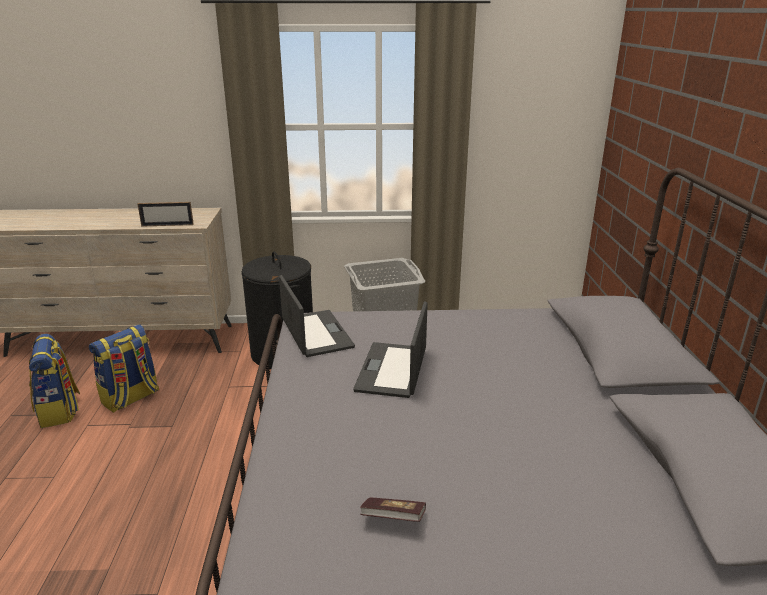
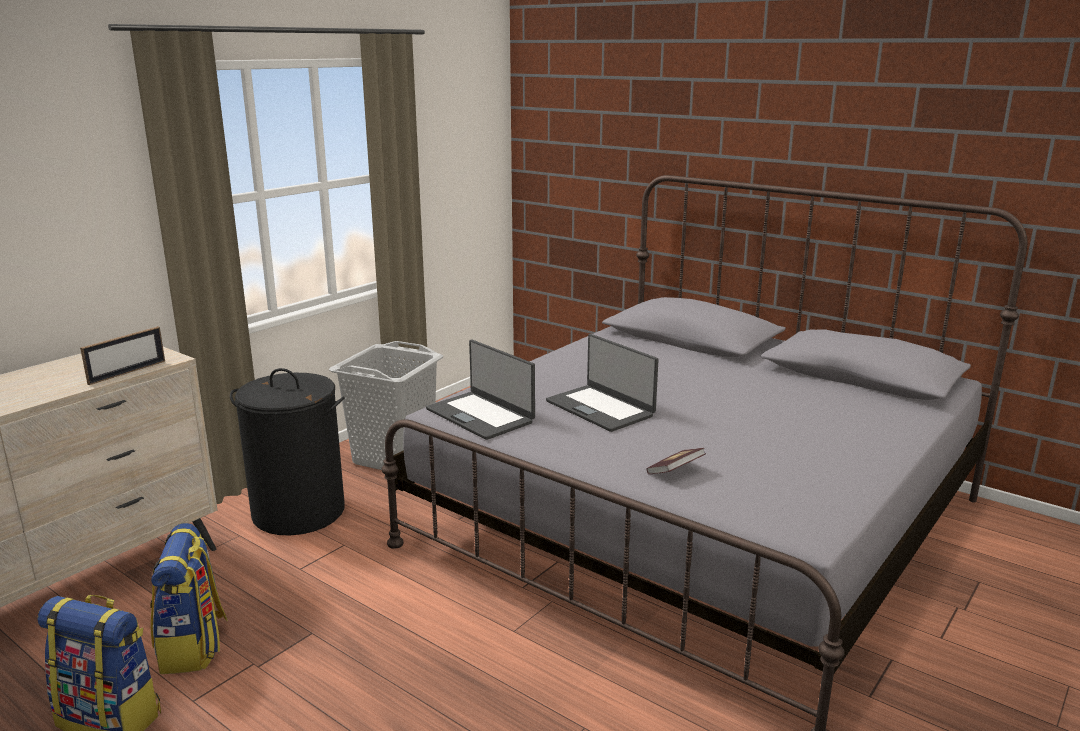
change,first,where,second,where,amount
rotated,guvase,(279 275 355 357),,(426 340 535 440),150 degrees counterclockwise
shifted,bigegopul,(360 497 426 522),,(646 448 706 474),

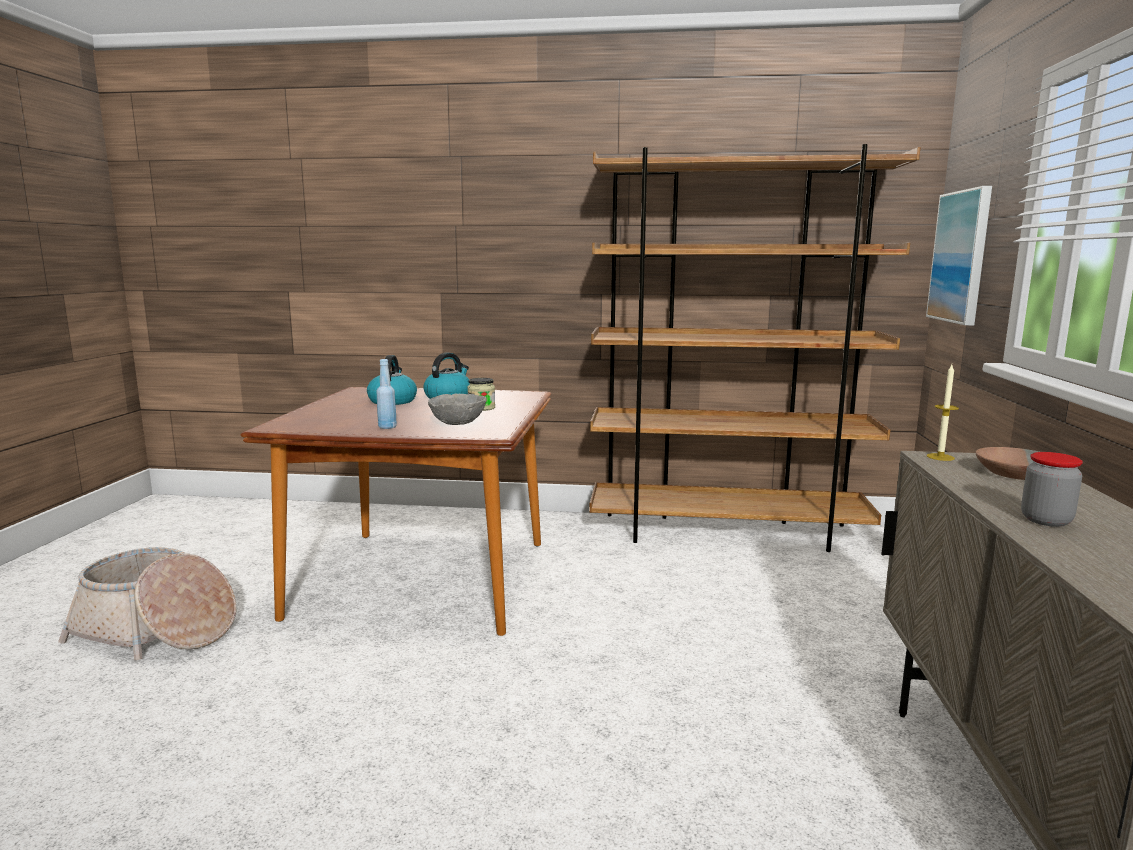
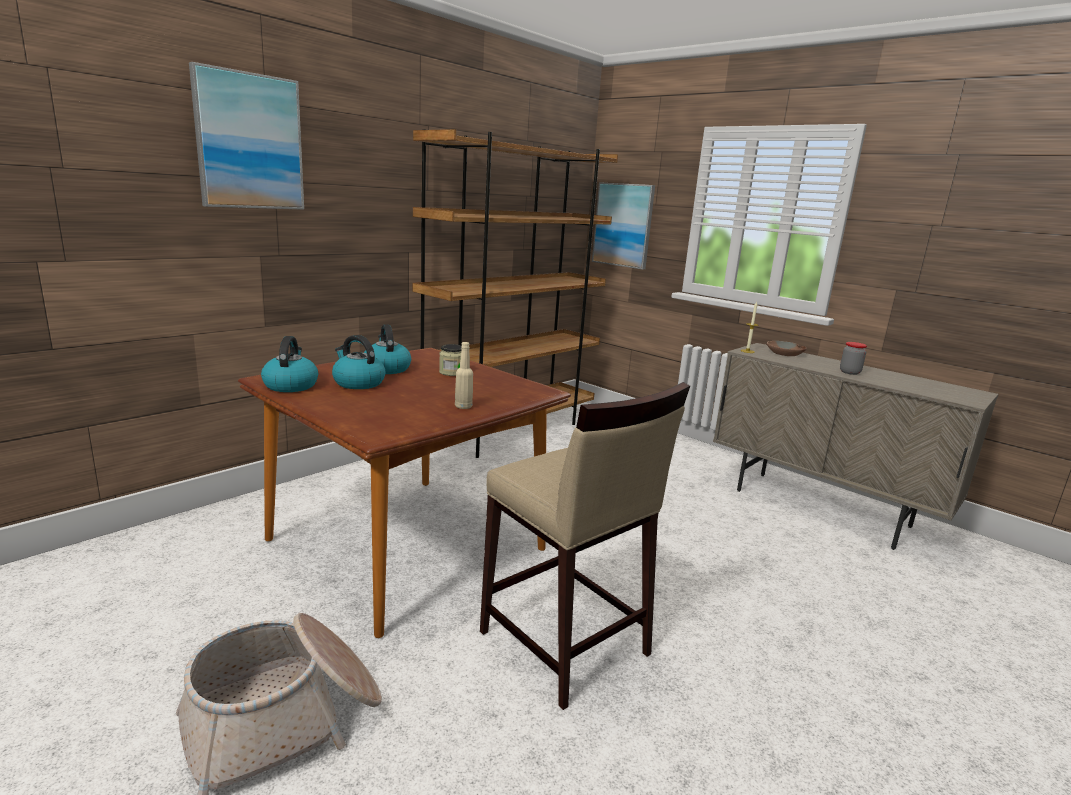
change,first,where,second,where,amount
repainted,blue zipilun,(376 359 397 429),beige zipilun,(455 342 473 409),
gone,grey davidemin,(428 394 487 425),,,
new,,,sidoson,(189 62 304 210),
new,,,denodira,(261 336 318 392),
new,,,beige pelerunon,(480 382 690 710),

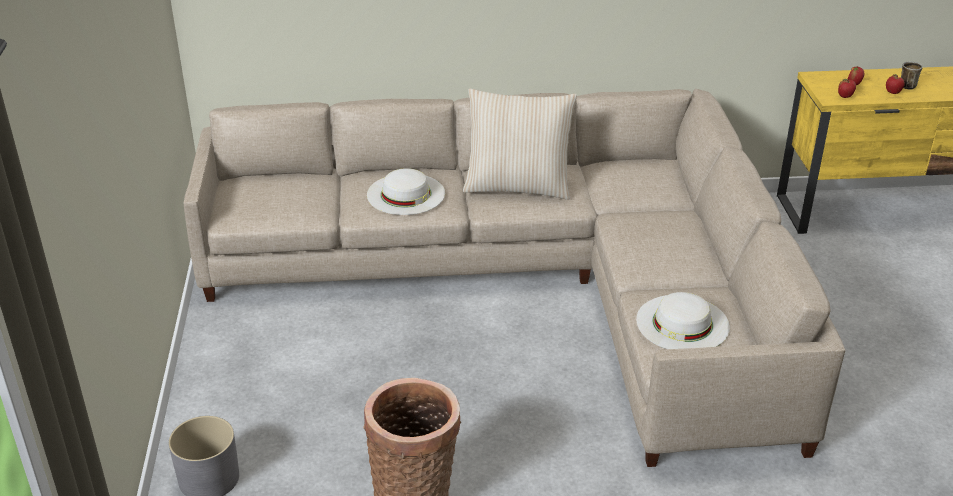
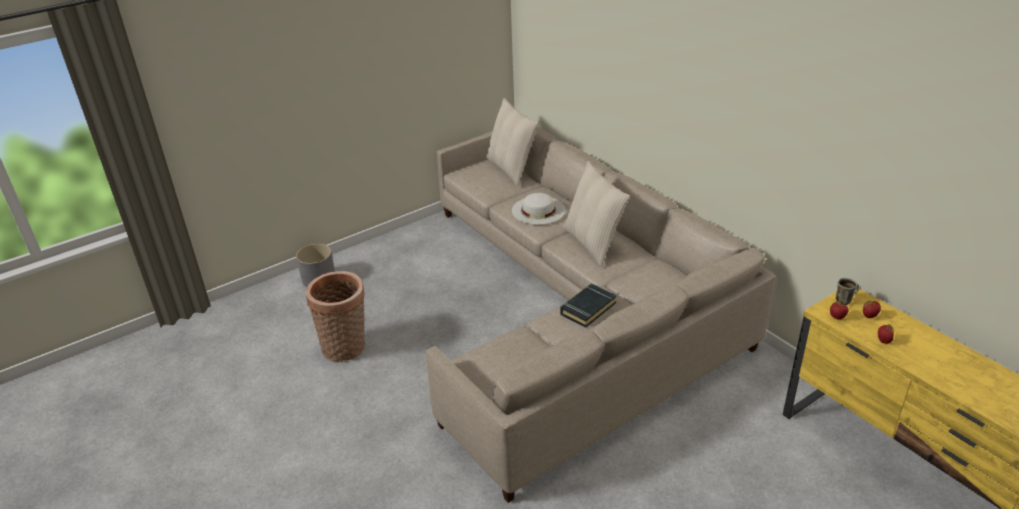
change,first,where,second,where,amount
gone,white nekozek,(636 292 730 349),,,
shifted,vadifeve,(901 62 923 90),,(836 278 859 305),
new,,,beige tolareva,(485 98 539 186),
new,,,black bigegopul,(560 283 617 328),

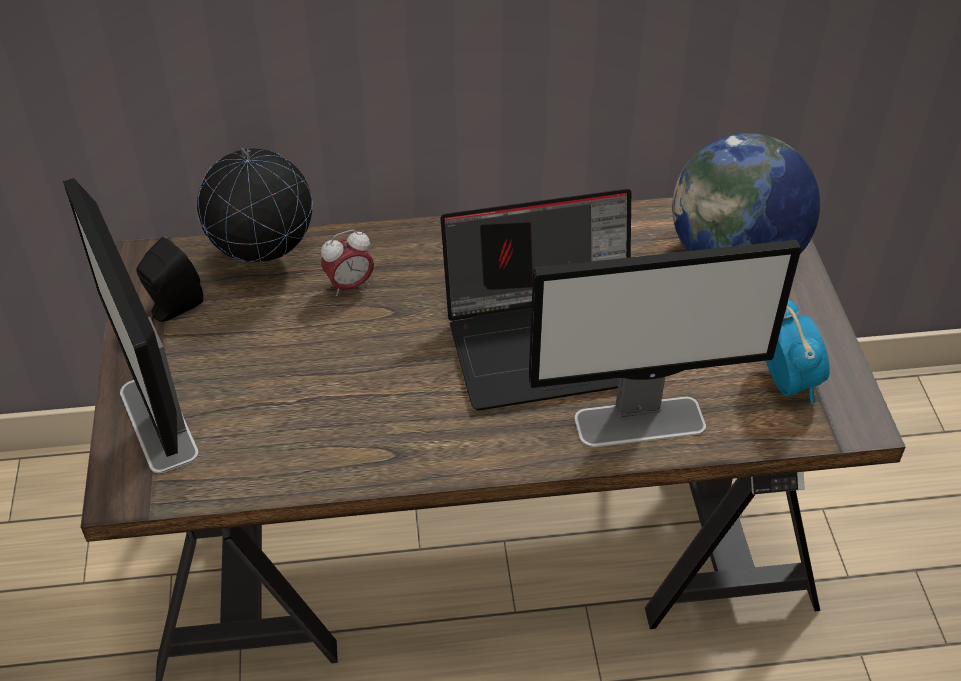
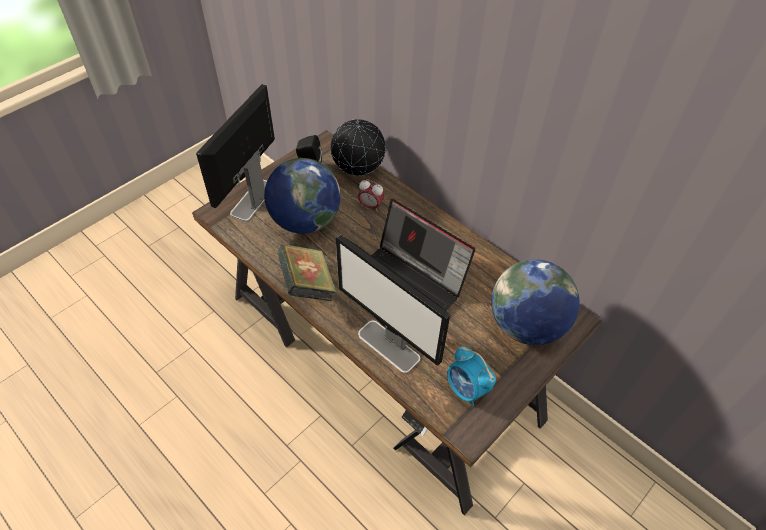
change,first,where,second,where,amount
rotated,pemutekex,(766 300 830 404),,(447 346 496 406),105 degrees clockwise
new,,,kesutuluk,(264 158 340 234),
new,,,bigegopul,(277 244 337 301),

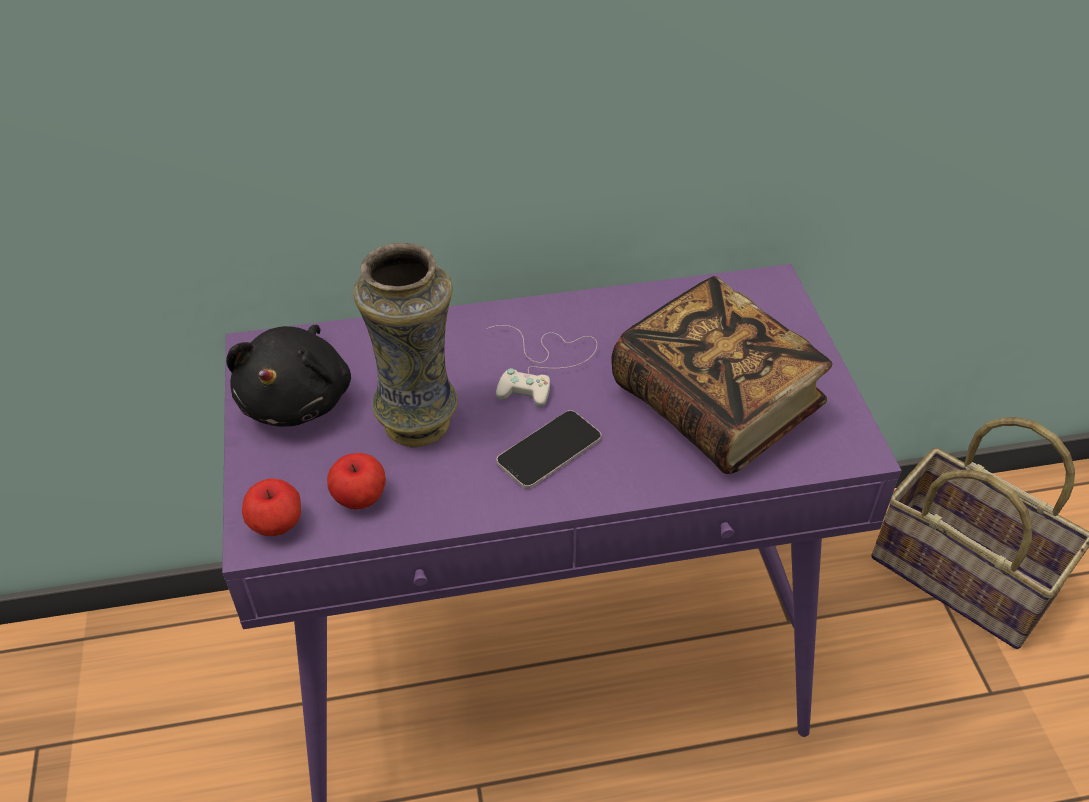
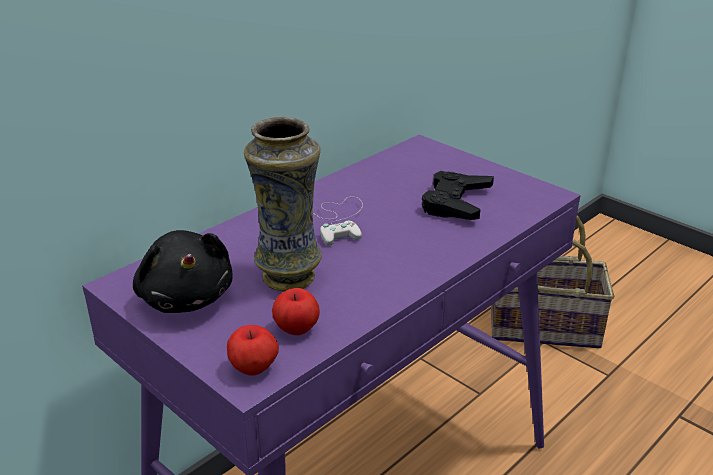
change,first,where,second,where,amount
gone,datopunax,(497 410 601 488),,,
swapped,bigegopul,(611 276 832 474),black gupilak,(422 171 494 220),

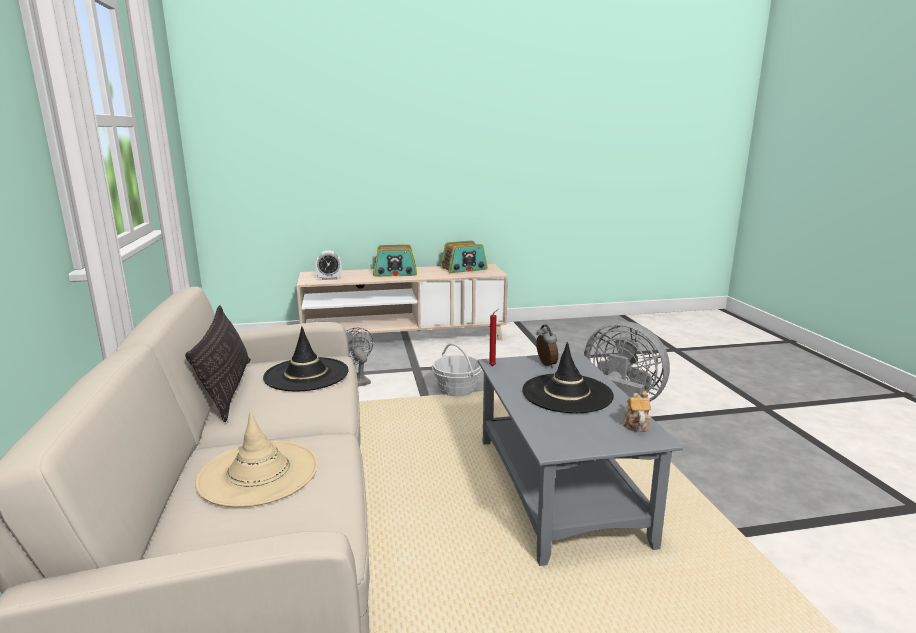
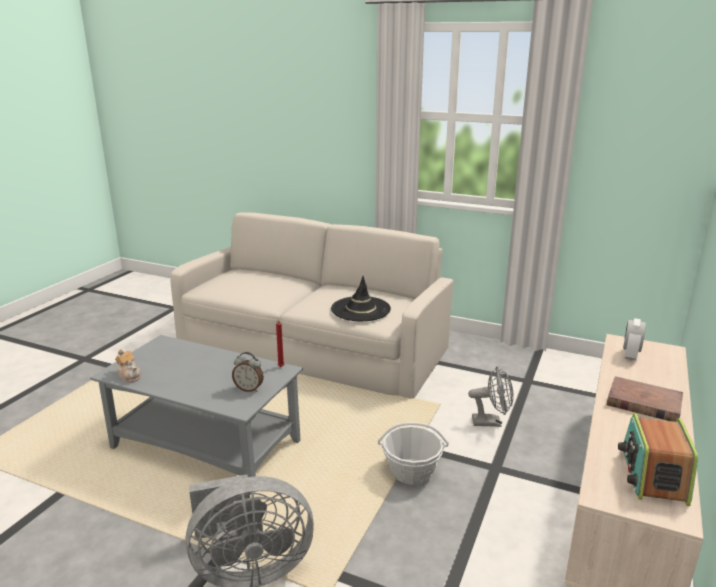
change,first,where,second,where,amount
gone,tolareva,(185 305 251 422),,,
gone,beige nekozek,(195 411 318 507),,,
swapped,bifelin,(373 244 417 277),brown bigegopul,(607 376 683 422),
gone,black nekozek,(522 342 614 413),,,

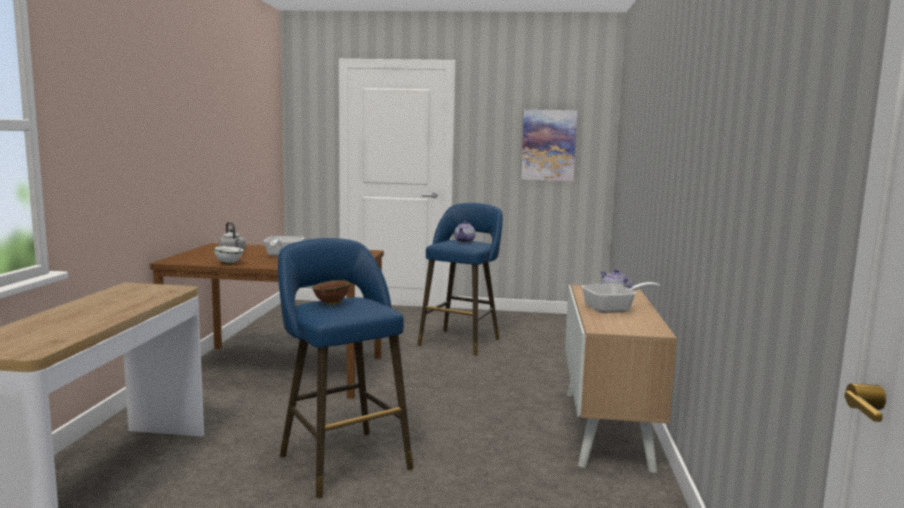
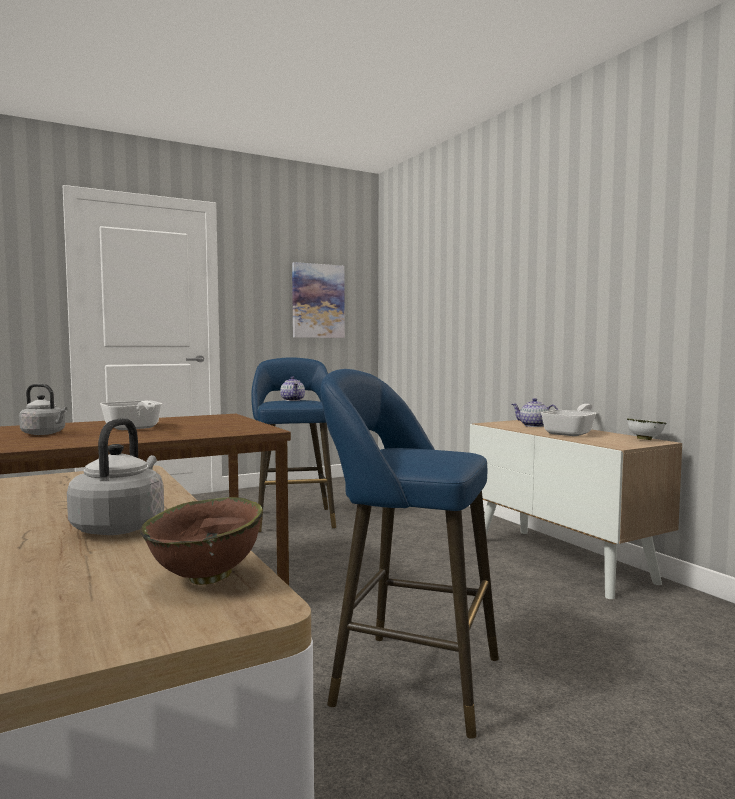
change,first,where,second,where,amount
shifted,white davidemin,(214 246 244 265),,(627 418 666 440),
shifted,brown davidemin,(312 280 350 305),,(140 497 263 585),
new,,,grey denodira,(67 418 164 535),

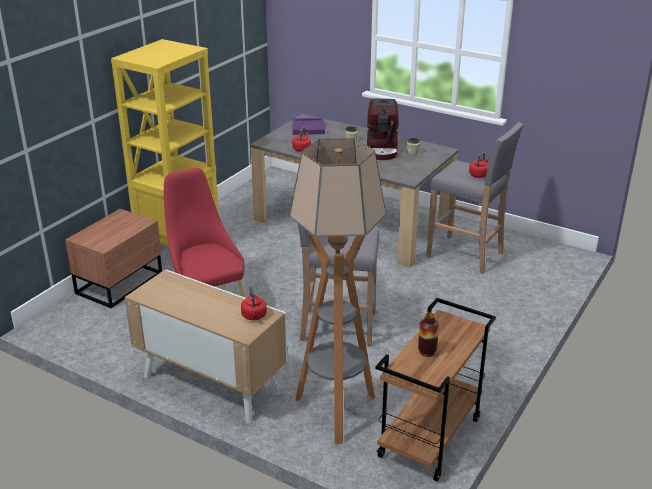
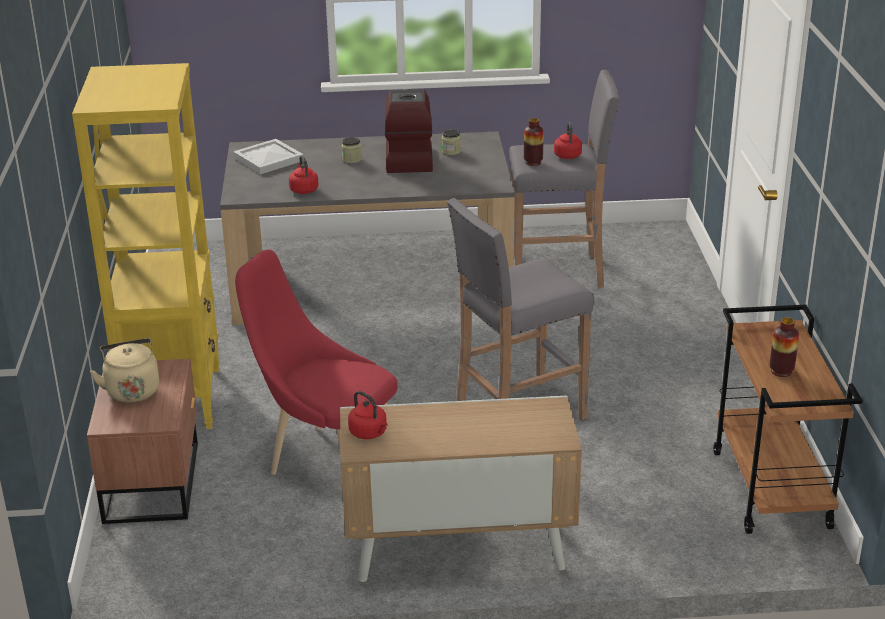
change,first,where,second,where,amount
shifted,red denodira,(241 287 267 320),,(348 391 388 439),
gone,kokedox,(289 138 386 444),,,
repainted,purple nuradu,(292 118 325 135),white nuradu,(233 139 303 174),
rotated,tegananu,(367 98 399 160),,(384 89 433 173),150 degrees counterclockwise
new,,,beige denodira,(90 338 159 403),
new,,,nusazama,(524 118 544 166),

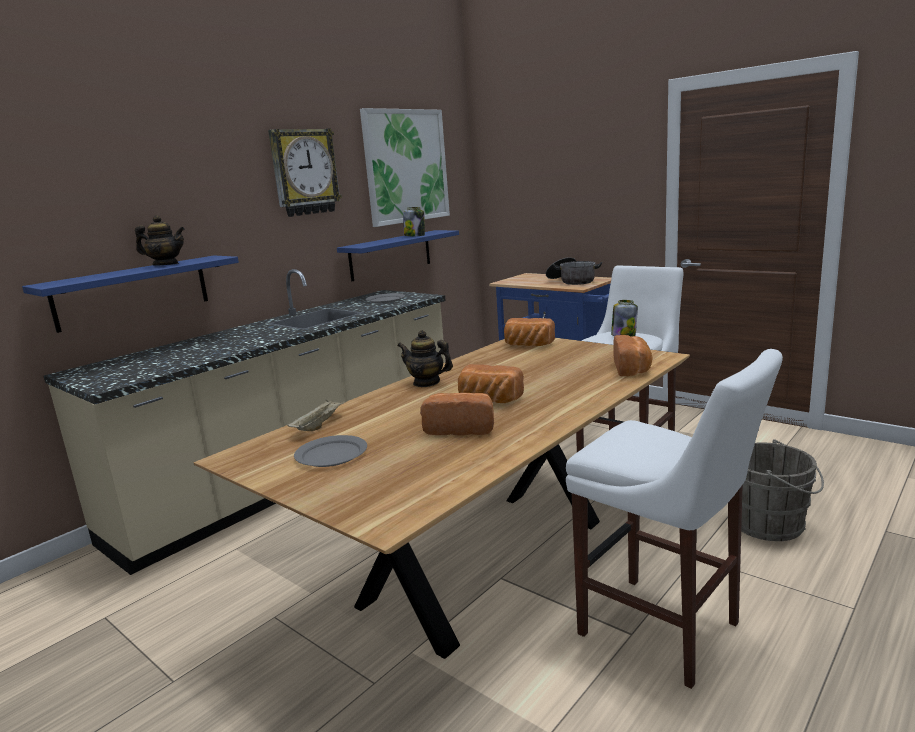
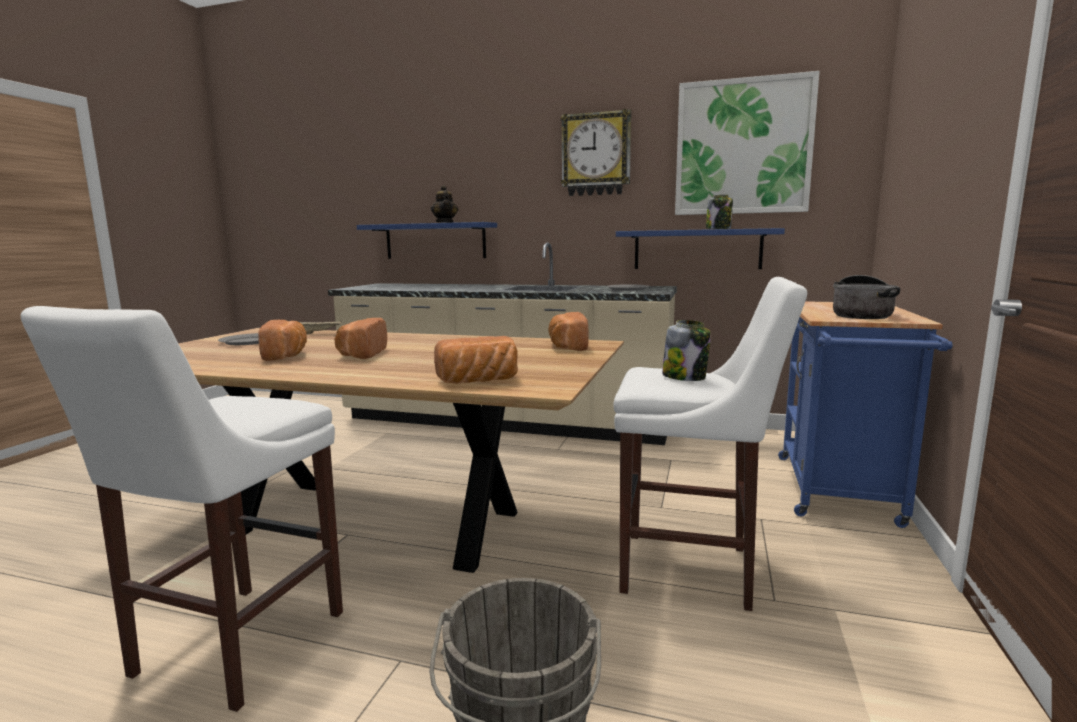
change,first,where,second,where,amount
gone,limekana,(398 330 453 387),,,

